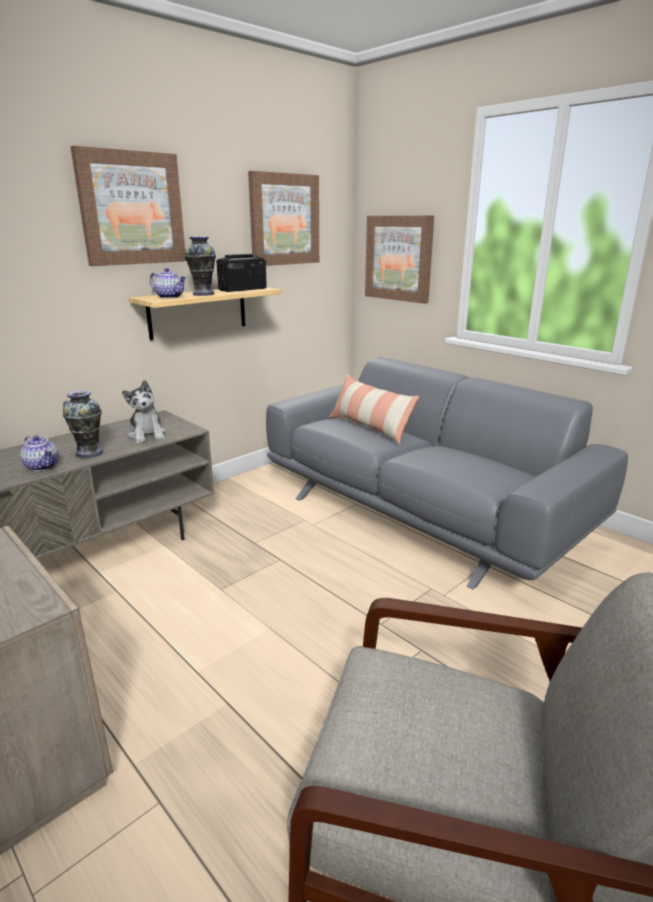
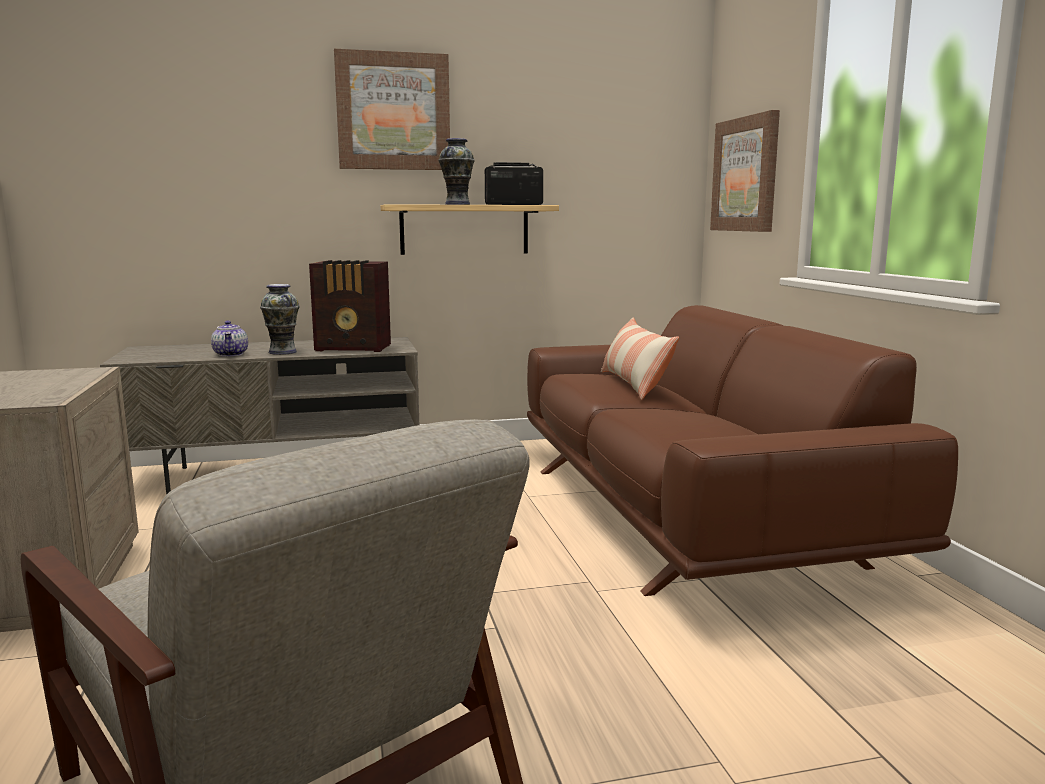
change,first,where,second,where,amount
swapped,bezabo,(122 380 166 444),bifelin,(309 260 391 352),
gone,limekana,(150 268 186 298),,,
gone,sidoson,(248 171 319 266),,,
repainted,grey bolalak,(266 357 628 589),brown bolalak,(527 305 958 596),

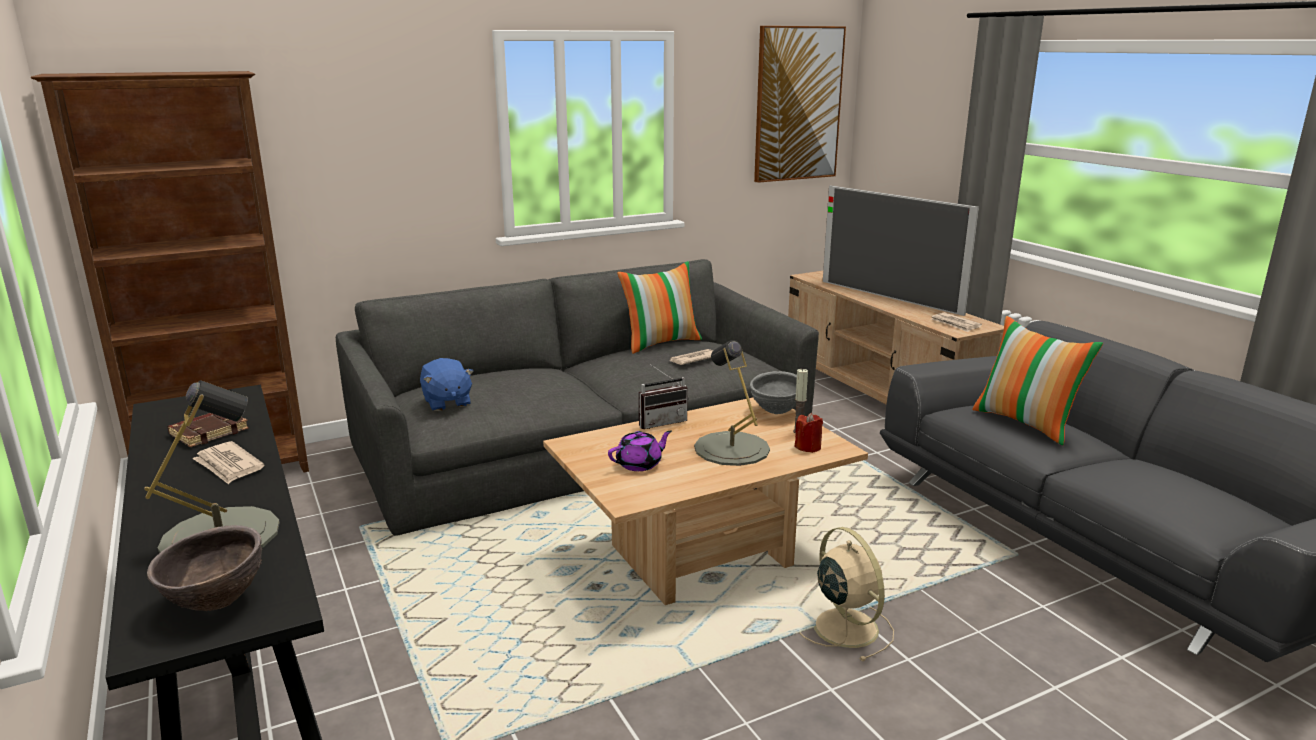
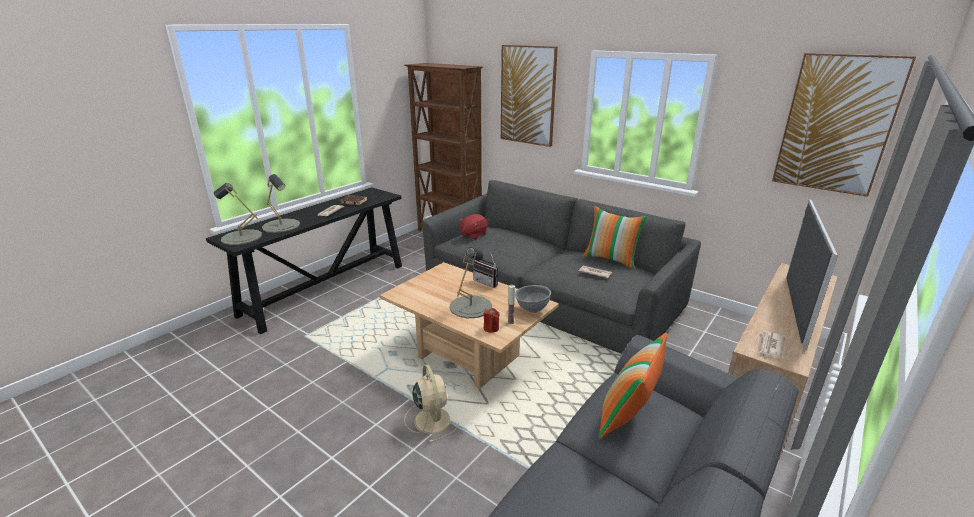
change,first,where,second,where,amount
swapped,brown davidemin,(147 525 262 611),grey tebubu,(214 183 262 245),
repainted,blue bezabo,(420 358 474 411),red bezabo,(459 214 488 240),
gone,purple limekana,(608 430 672 471),,,
rotated,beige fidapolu,(799 527 894 661),,(404 364 459 443),60 degrees counterclockwise
new,,,sidoson,(501 45 558 147),

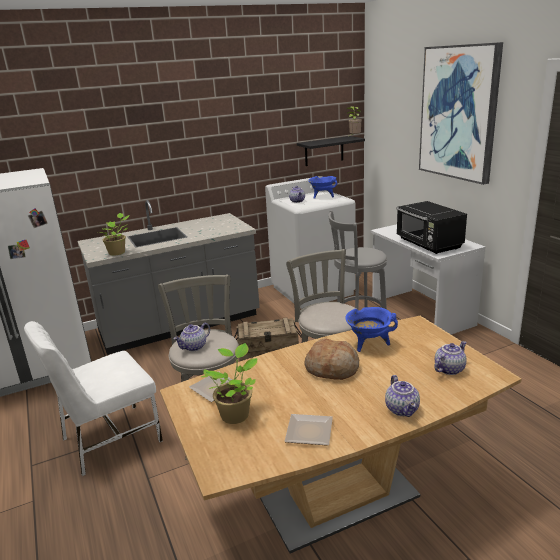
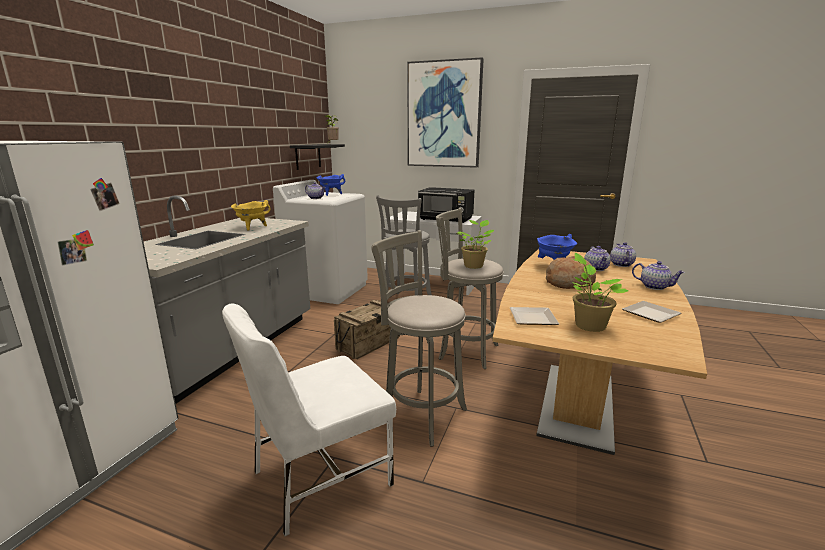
change,first,where,second,where,amount
rotated,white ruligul,(24 321 163 476),,(222 304 396 536),45 degrees clockwise
shifted,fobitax,(101 213 130 256),,(456 220 494 269),
shifted,limekana,(173 323 210 351),,(584 246 611 271),
new,,,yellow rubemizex,(231 200 271 230),

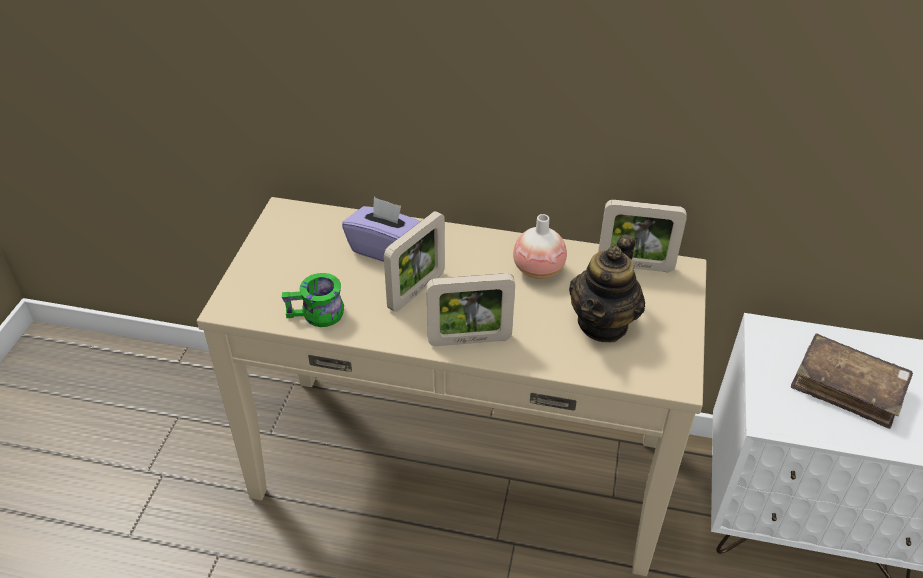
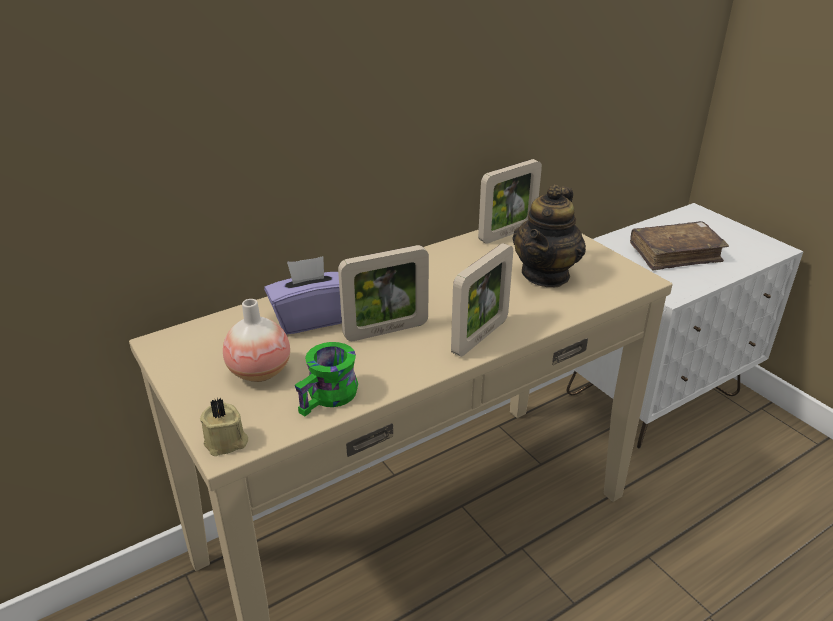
change,first,where,second,where,amount
rotated,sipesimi,(384 211 445 312),,(338 245 429 341),75 degrees clockwise
shifted,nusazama,(513 214 567 279),,(223 299 290 382),
rotated,limekana,(569 235 645 342),,(512 184 586 287),45 degrees clockwise
new,,,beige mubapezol,(200 398 248 456),

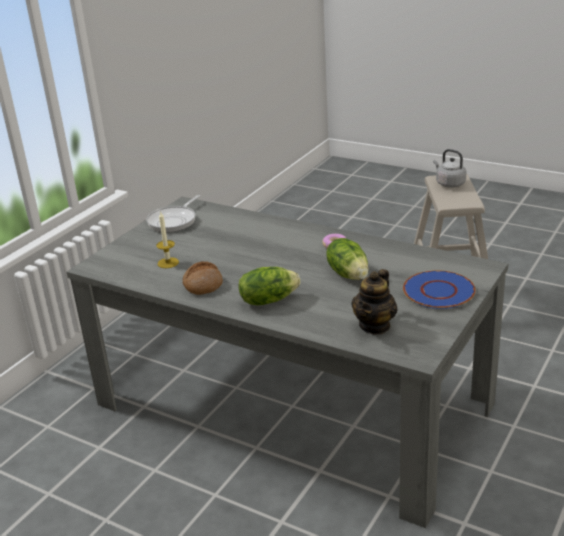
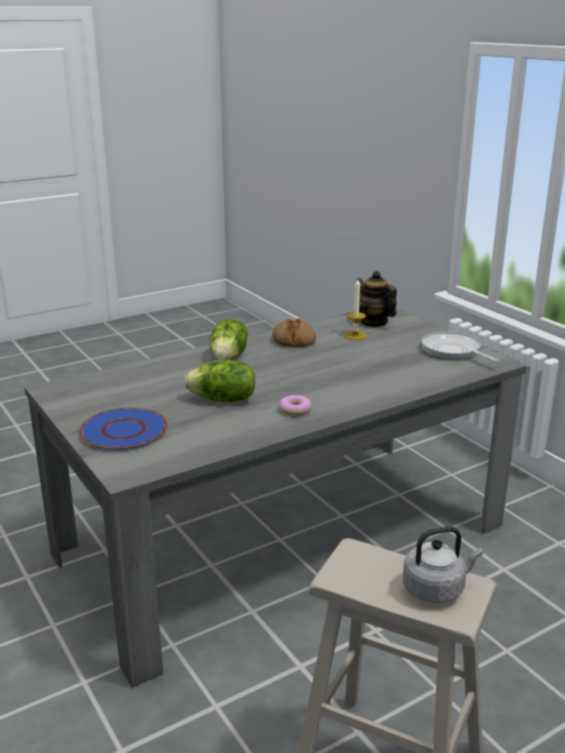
change,first,where,second,where,amount
shifted,limekana,(351 269 398 334),,(357 271 397 327),

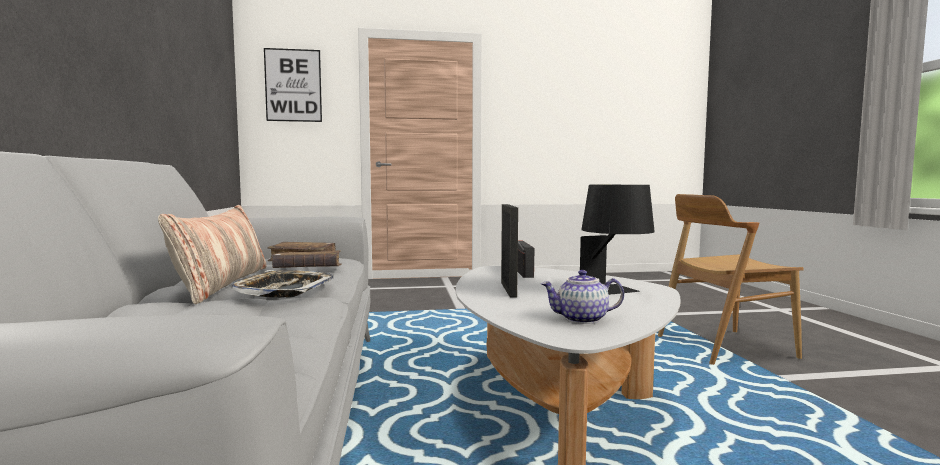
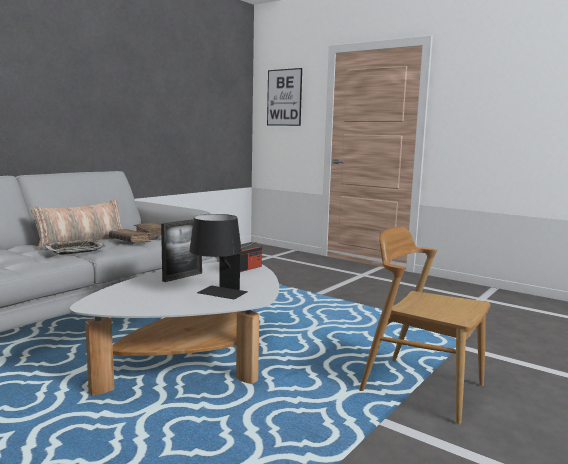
change,first,where,second,where,amount
gone,limekana,(541 270 624 324),,,

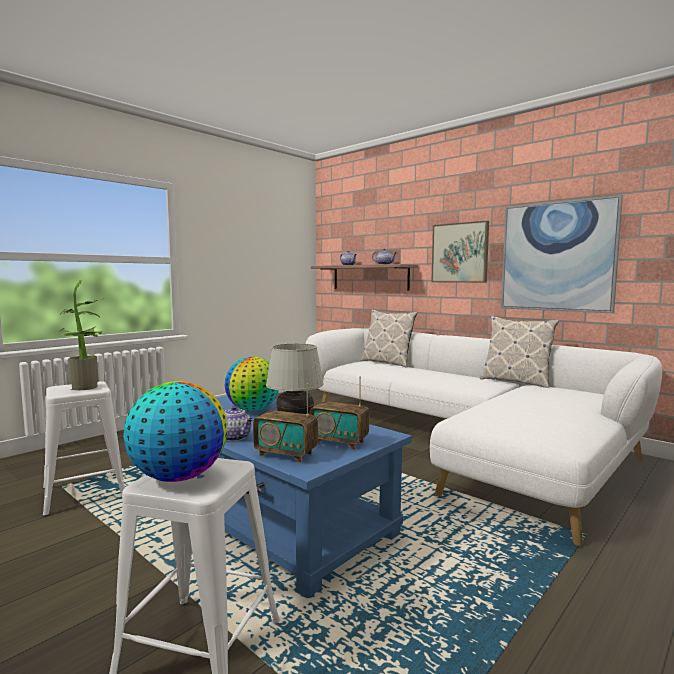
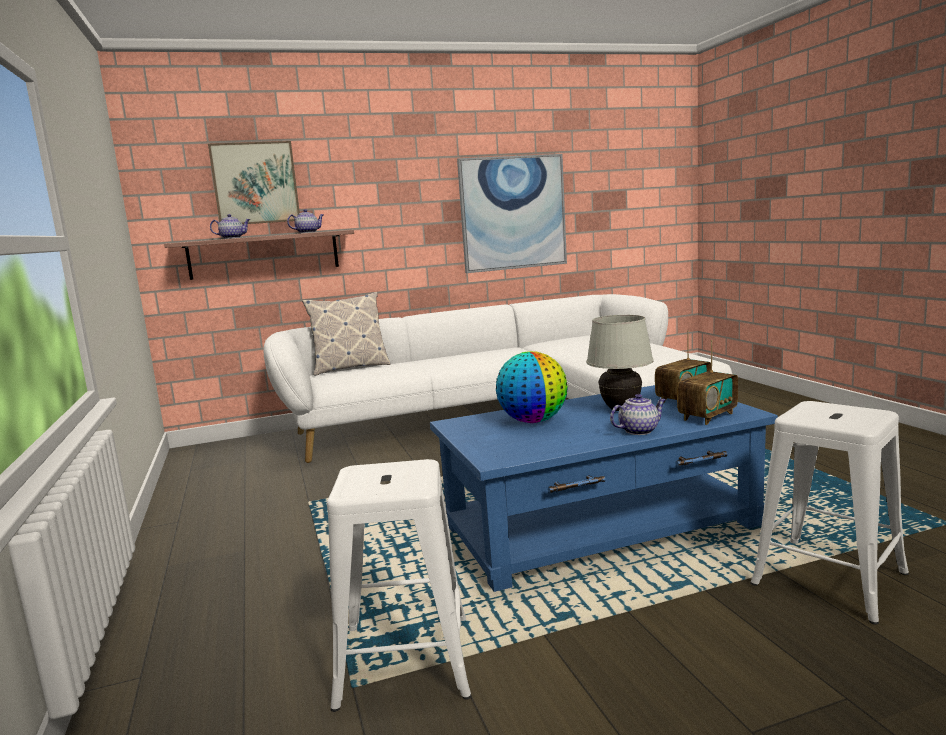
change,first,where,second,where,amount
gone,fobitax,(59 280 104 390),,,
gone,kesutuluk,(123 381 227 482),,,
shifted,sidoson,(431 221 489 283),,(208 141 300 224),
gone,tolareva,(479 316 559 388),,,

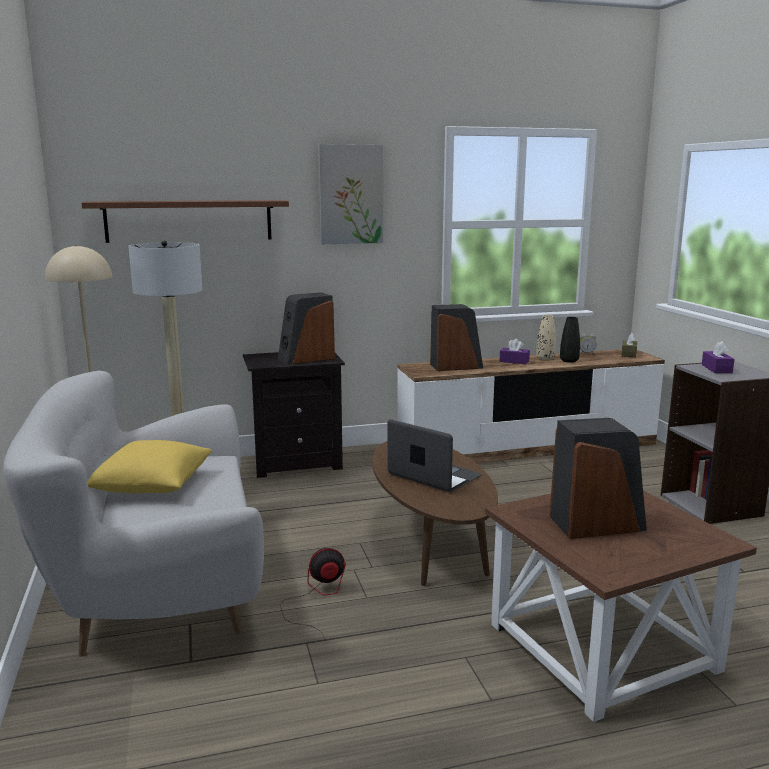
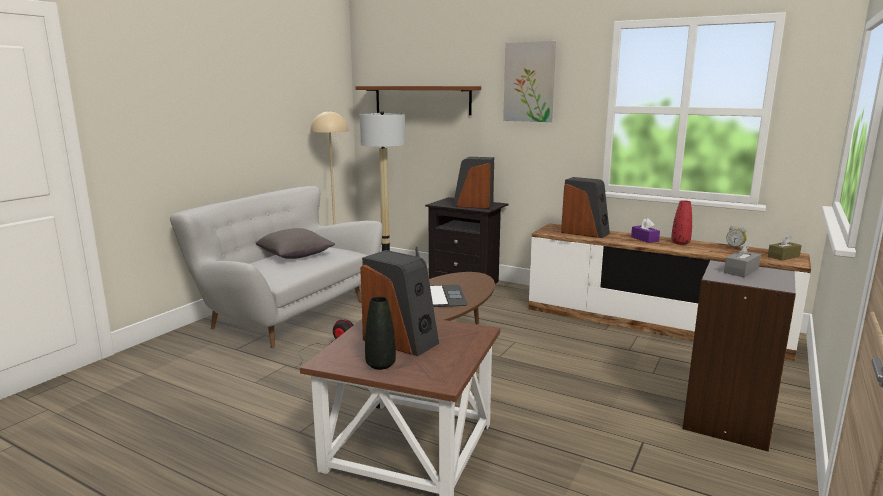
change,first,where,second,where,amount
repainted,yellow tolareva,(88 440 212 493),grey tolareva,(256 228 335 259),
repainted,beige nusazama,(536 315 556 360),red nusazama,(671 200 692 245),
shifted,black nusazama,(560 317 580 363),,(365 297 396 370),
repainted,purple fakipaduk,(702 341 735 373),grey fakipaduk,(724 241 761 277),

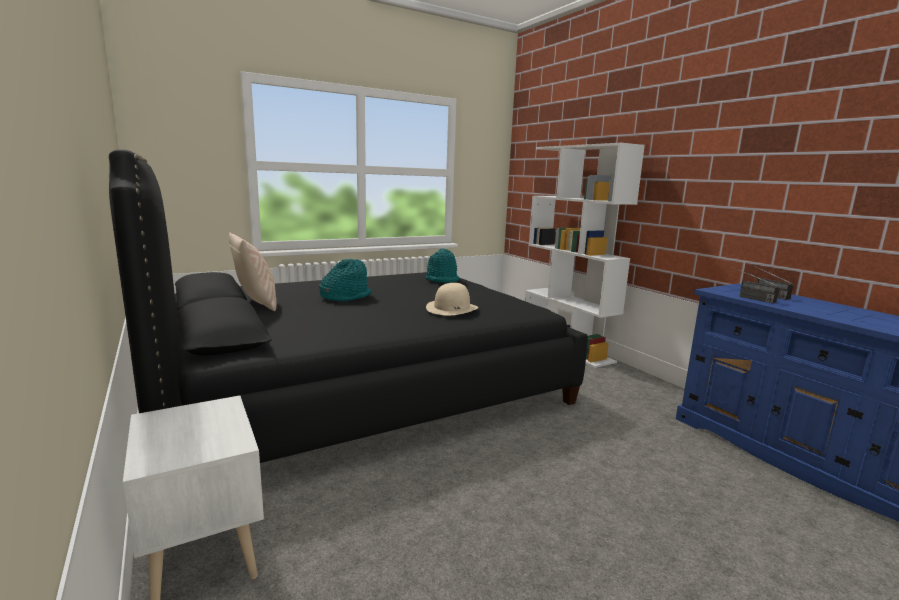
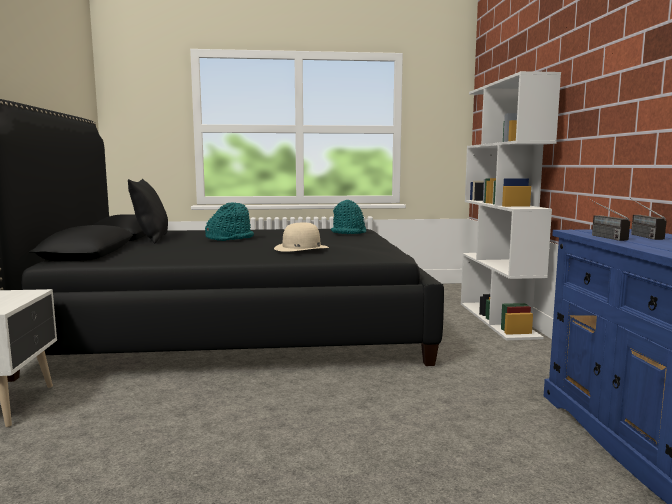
change,first,where,second,where,amount
repainted,beige tolareva,(229 233 277 311),black tolareva,(128 179 168 244),

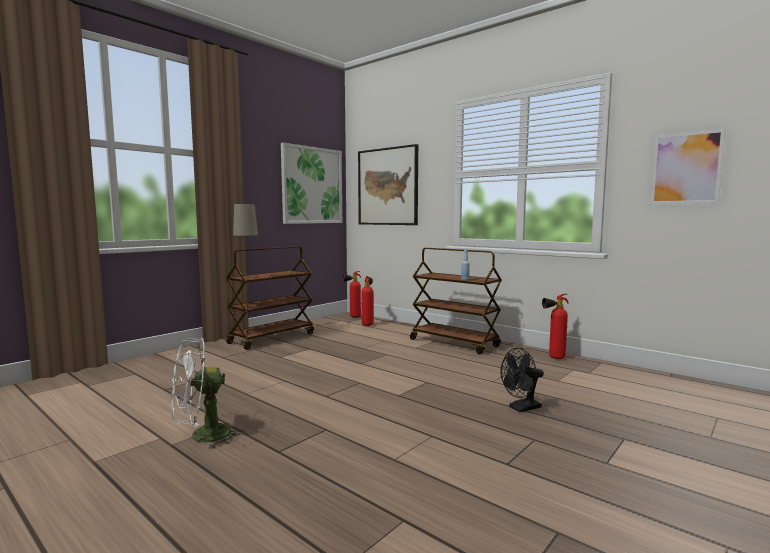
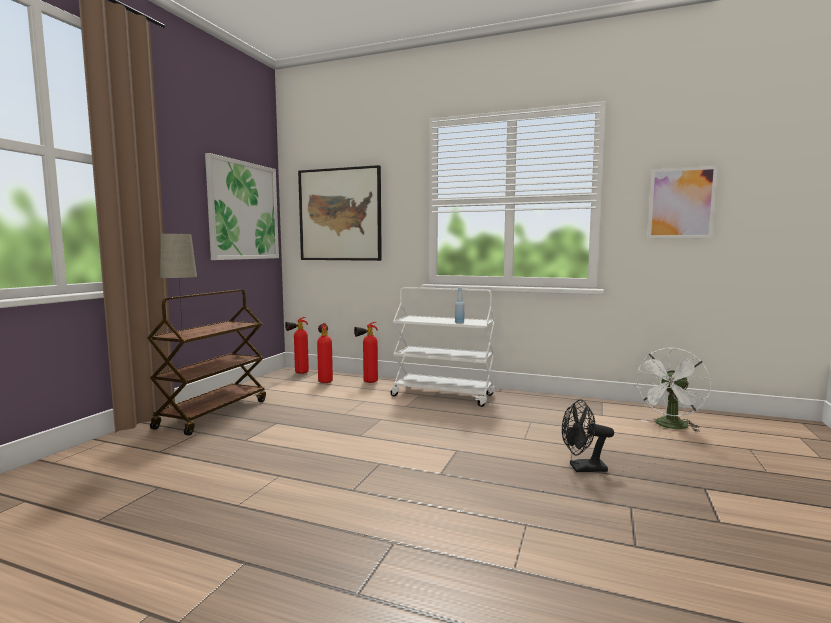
change,first,where,second,where,amount
shifted,white fidapolu,(171 338 244 449),,(634 348 711 432),
repainted,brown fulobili,(410 248 502 355),white fulobili,(390 287 495 407),
rotated,black fidapolu,(500 348 544 412),,(562 400 614 472),45 degrees clockwise
shifted,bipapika,(542 294 568 359),,(354 322 378 383),

